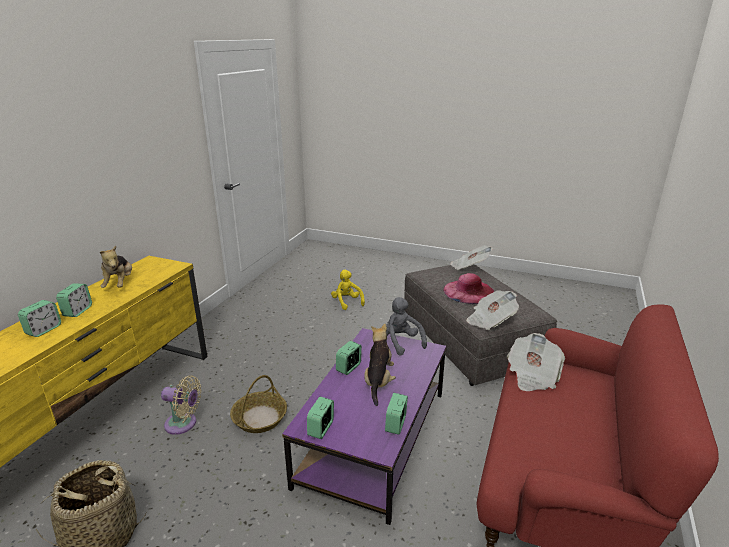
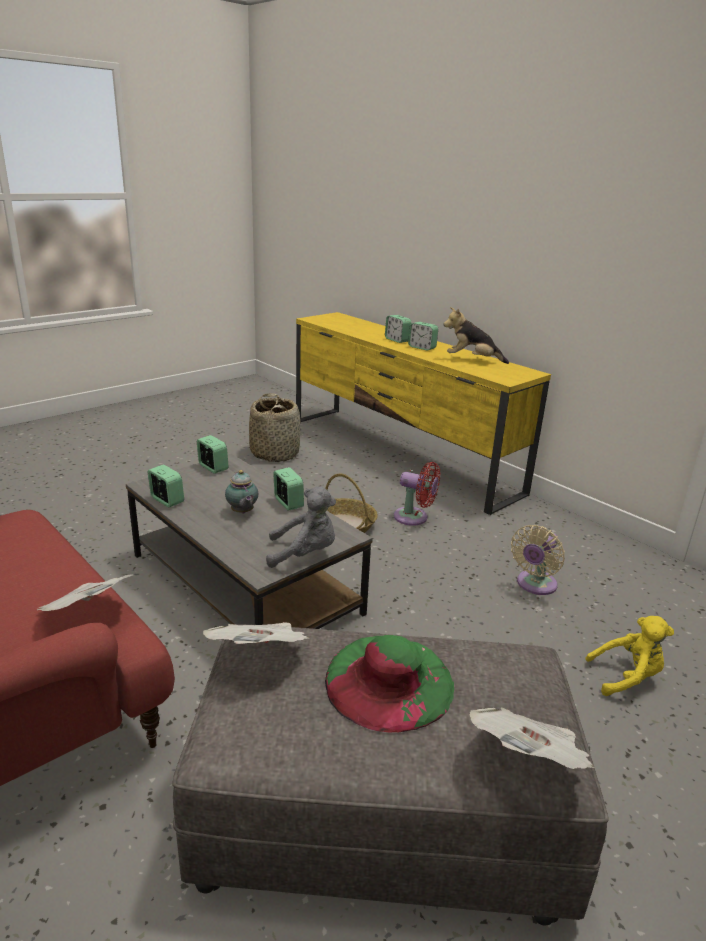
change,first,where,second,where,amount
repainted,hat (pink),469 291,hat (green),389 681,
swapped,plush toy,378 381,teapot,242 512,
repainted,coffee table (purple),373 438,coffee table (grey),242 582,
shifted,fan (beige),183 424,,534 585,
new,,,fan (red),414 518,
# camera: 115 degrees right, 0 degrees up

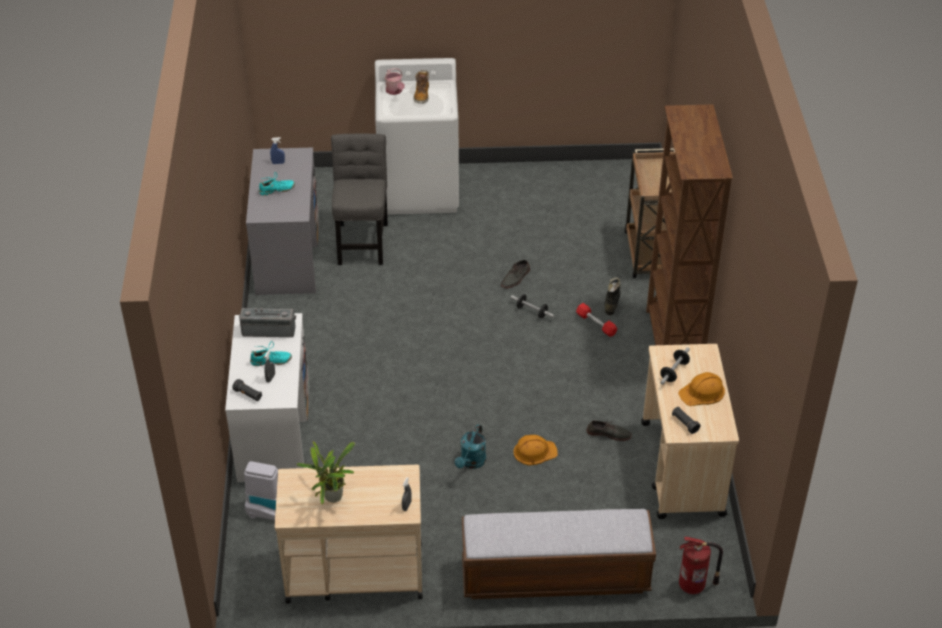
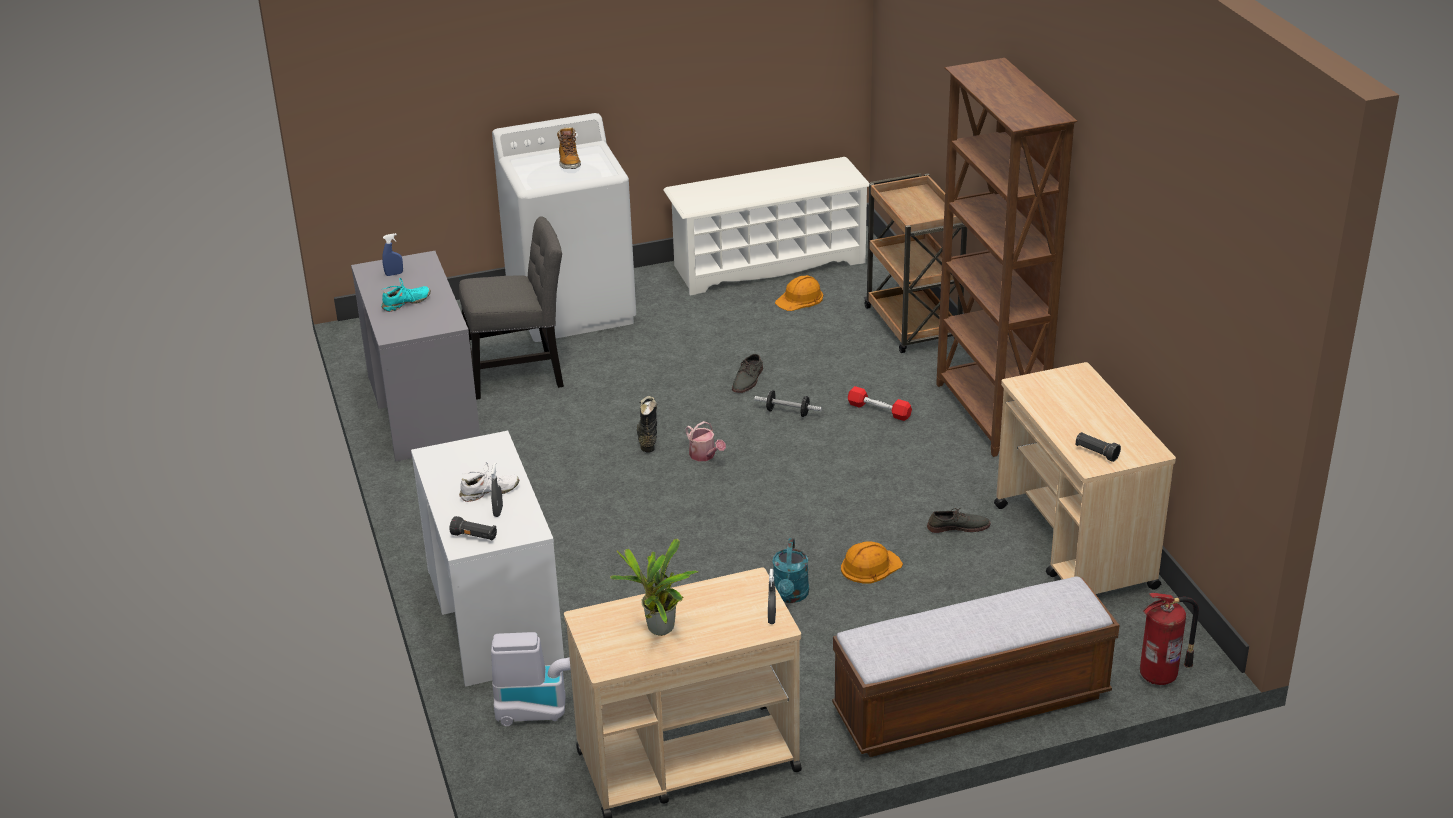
change,first,where,second,where,amount
shifted,watering can,395 91,,704 456,
rotated,chair (grey),362 241,,519 375,90 degrees clockwise
shifted,boot (black),611 303,,647 438,
gone,radio,269 329,,,
repainted,shoe (turquoise),271 361,shoe (white),489 492,
gone,dumbbell,674 371,,,
shifted,hard hat (orange),702 392,,800 299,
new,,,shoe rack (white),768 264,
# camera: 15 degrees left, 10 degrees down

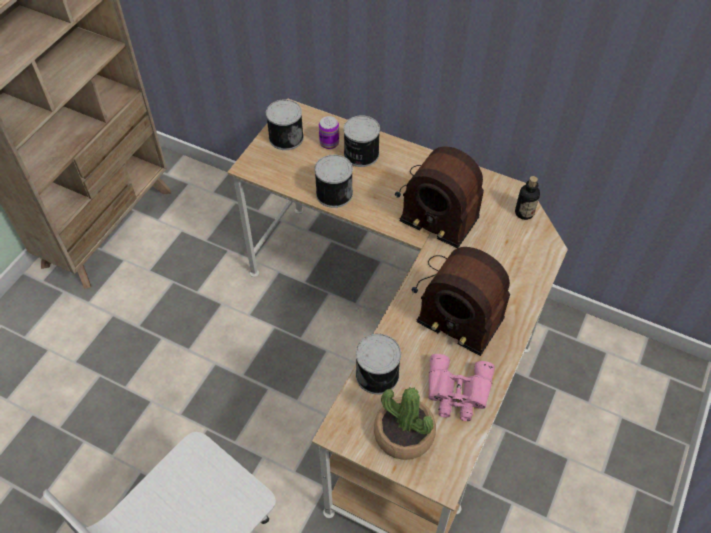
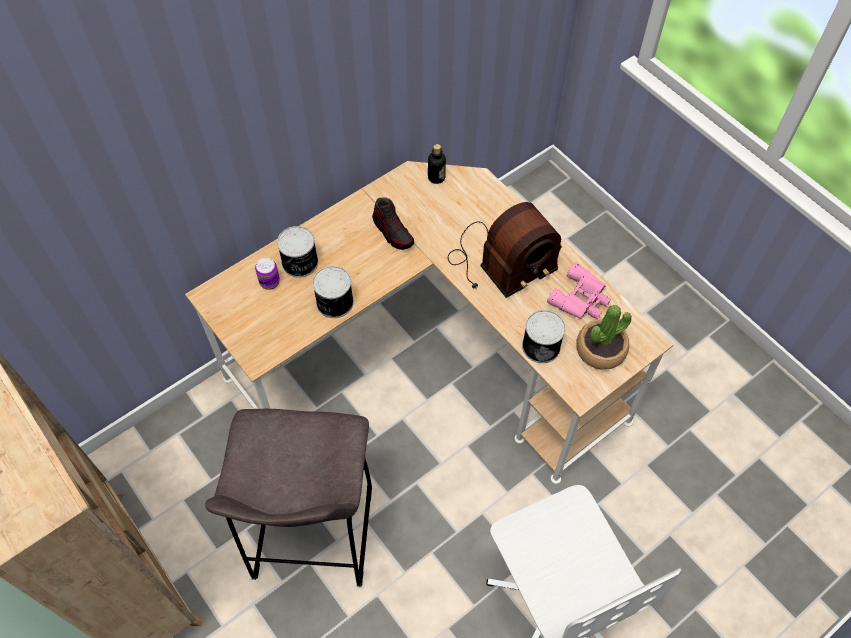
change,first,where,second,where,amount
gone,can,285 137,,,
swapped,radio,436 204,shoe,393 232,
new,,,stool (grey),312 537,
# camera: 65 degrees left, 5 degrees up

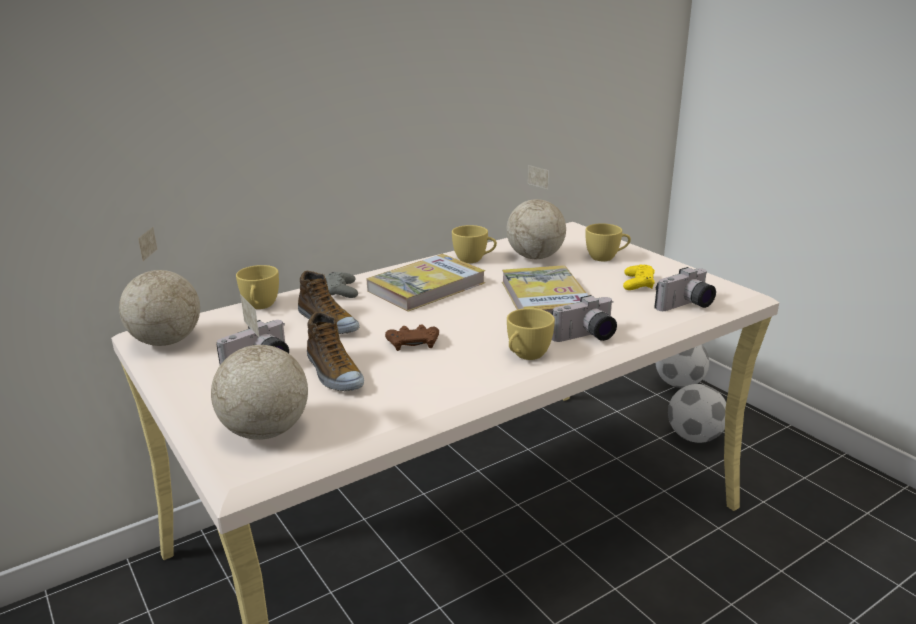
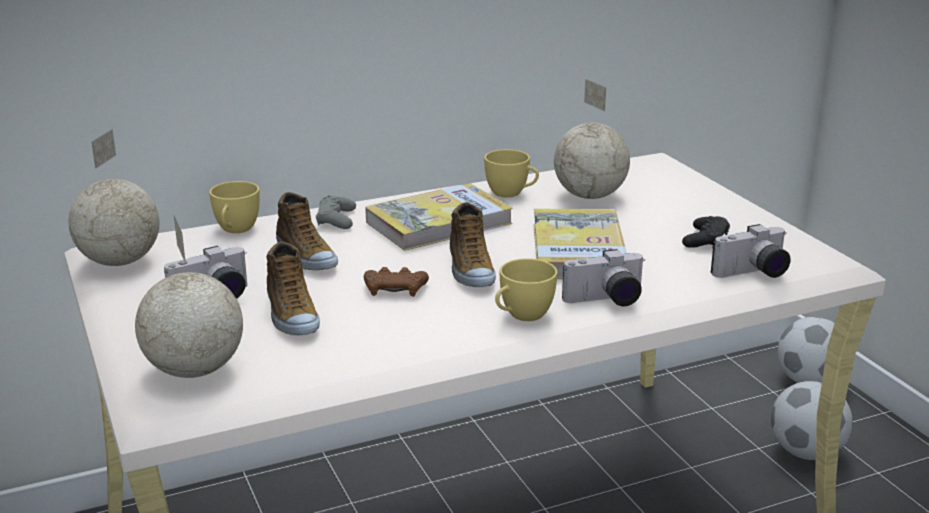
change,first,where,second,where,amount
gone,cup (yellow),606 258,,,
repainted,game controller (yellow),638 283,game controller (black),706 240,
new,,,shoe,470 269,
# camera: 10 degrees right, 0 degrees up

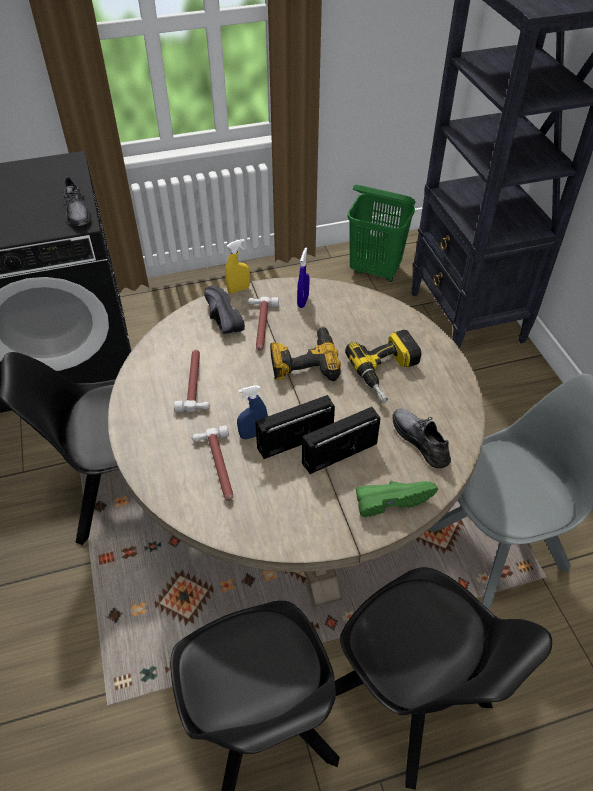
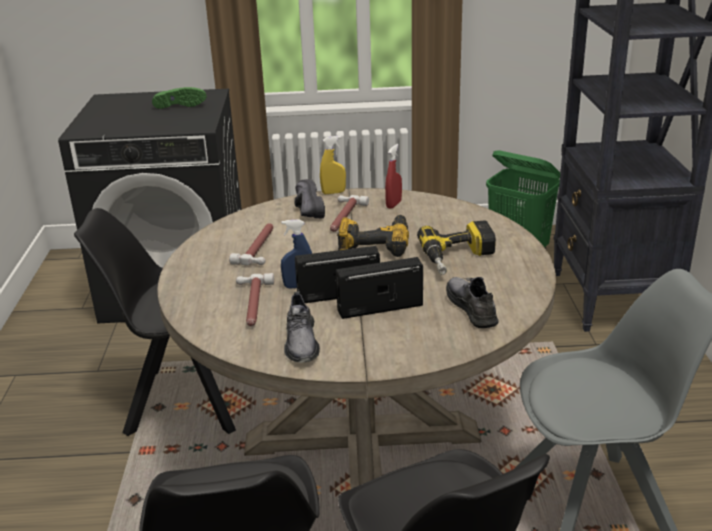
change,first,where,second,where,amount
shifted,shoe (grey),77 212,,301 342,
repainted,spray bottle (blue),303 301,spray bottle (red),393 204,
shifted,shoe (green),392 500,,180 105,
# camera: 15 degrees right, 20 degrees down

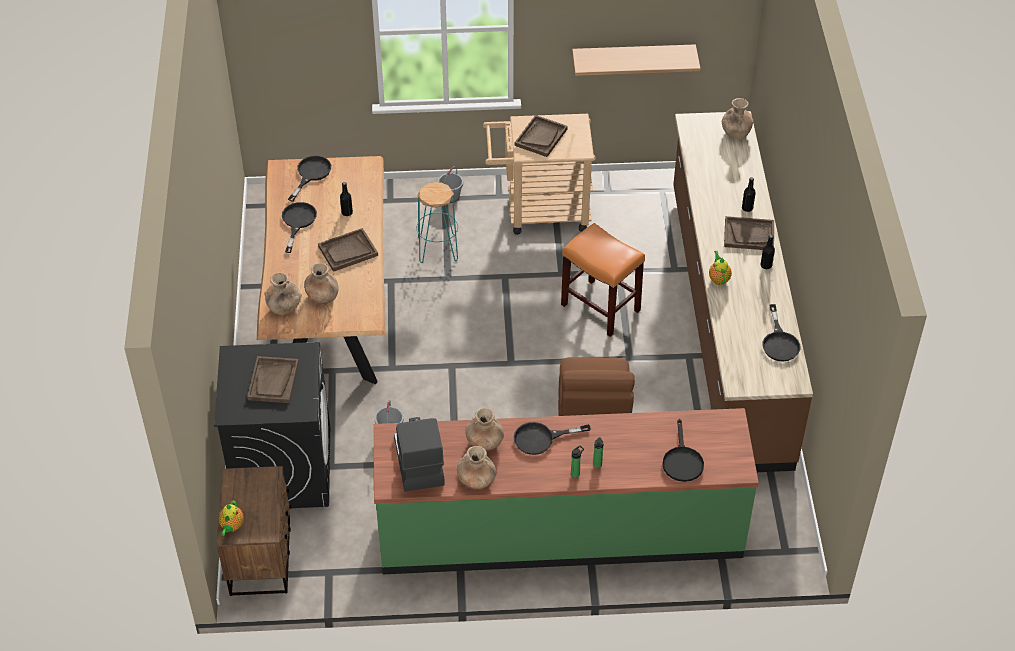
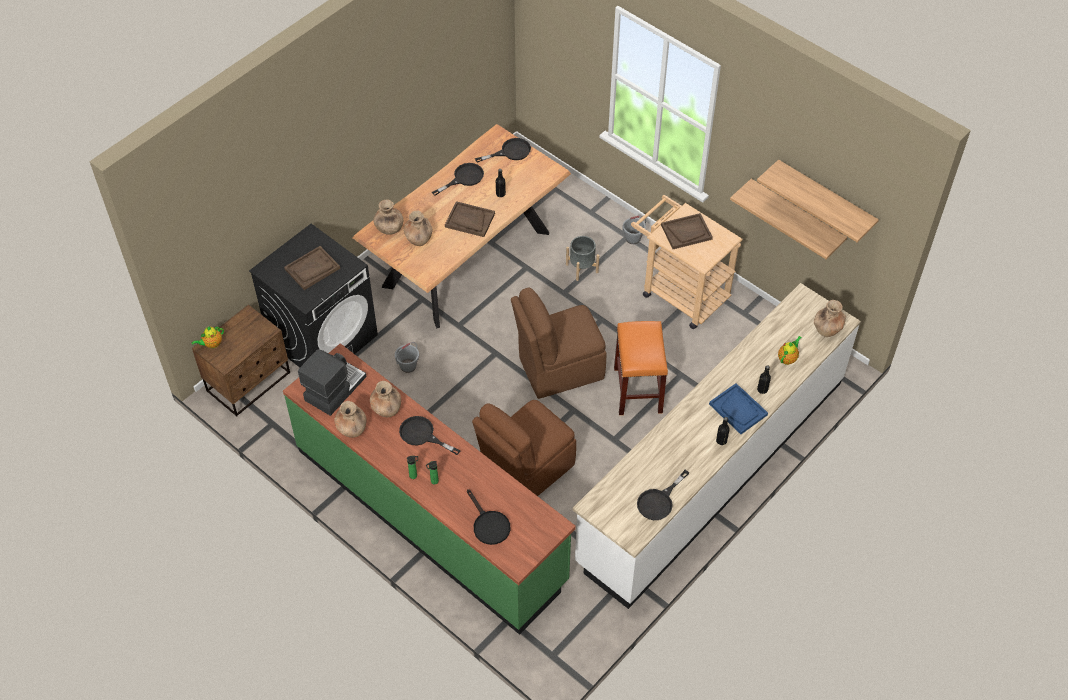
change,first,where,second,where,amount
repainted,counter (brown),727 323,counter (white),712 470,
swapped,stool (turquoise),438 248,planter (grey),582 268,
repainted,tray (brown),749 235,tray (blue),738 409,
shifted,teapot,718 278,,788 358,
rotated,frying pan (black),682 461,,488 525,75 degrees counterclockwise
new,,,shelf,825 199,
new,,,chair (brown),559 368,
# camera: 45 degrees right, 5 degrees up

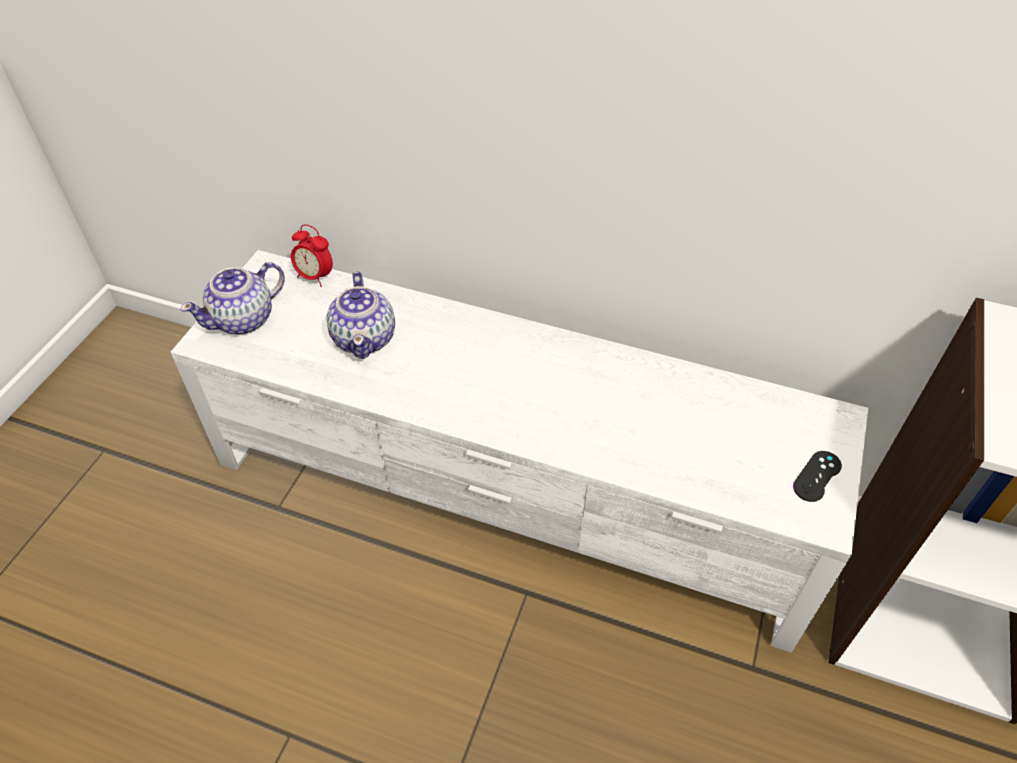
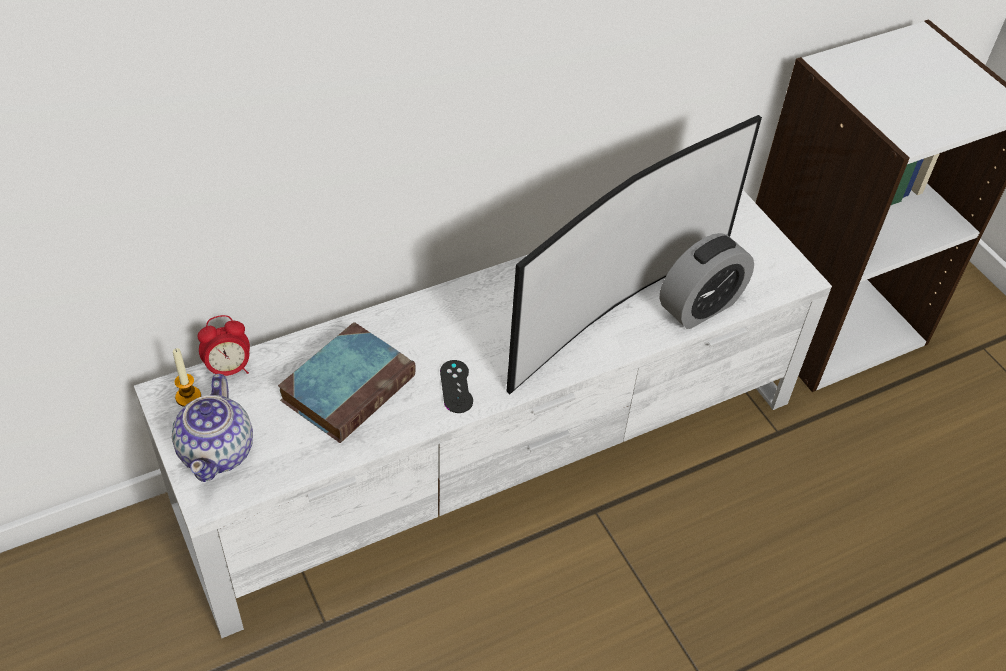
change,first,where,second,where,amount
swapped,teapot,365 338,book,349 386,
shifted,game controller (black),817 476,,456 386,
new,,,television,615 306,
new,,,alarm clock,700 306,
new,,,candle,188 397,
# camera: 50 degrees left, 0 degrees up

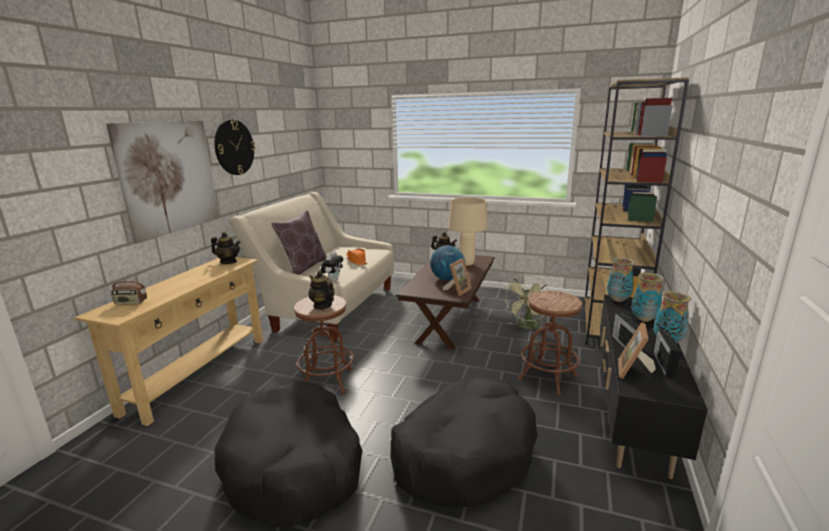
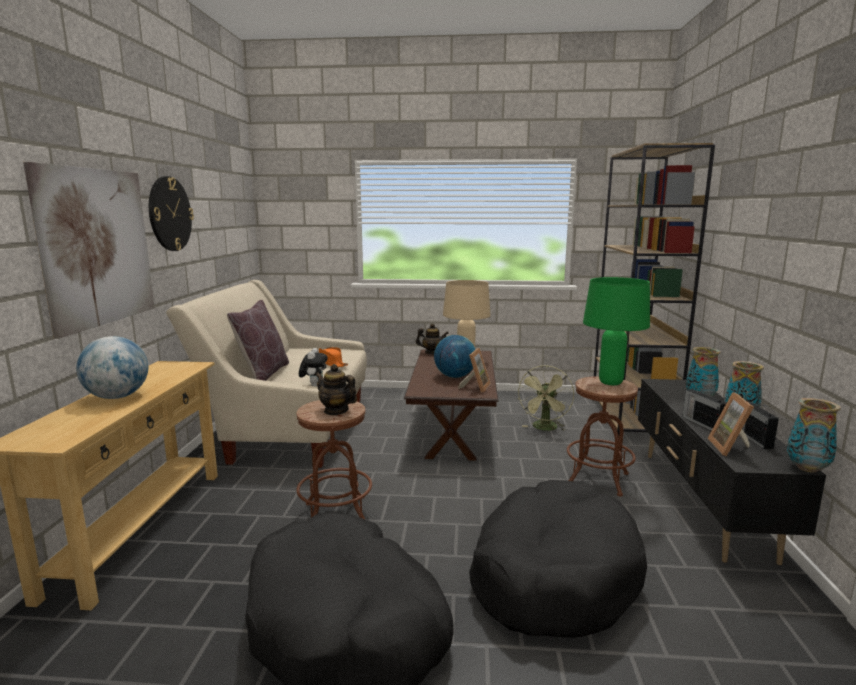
change,first,where,second,where,amount
gone,teapot,228 262,,,
shifted,vase,618 300,,807 469,
gone,radio,131 302,,,
new,,,table lamp (green),611 383,
new,,,globe,117 397,
# camera: 15 degrees left, 5 degrees down

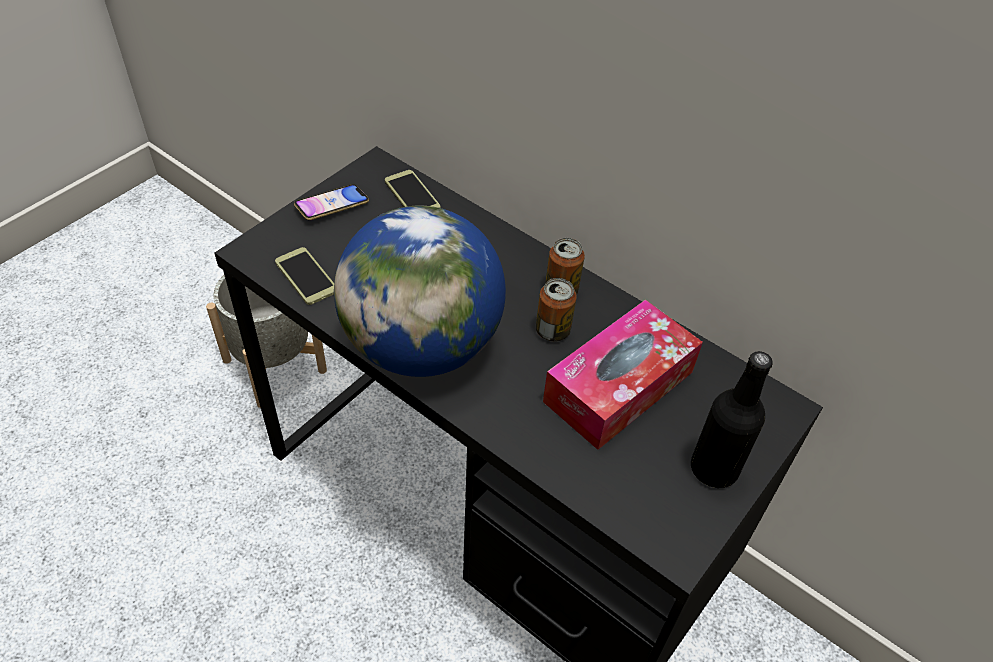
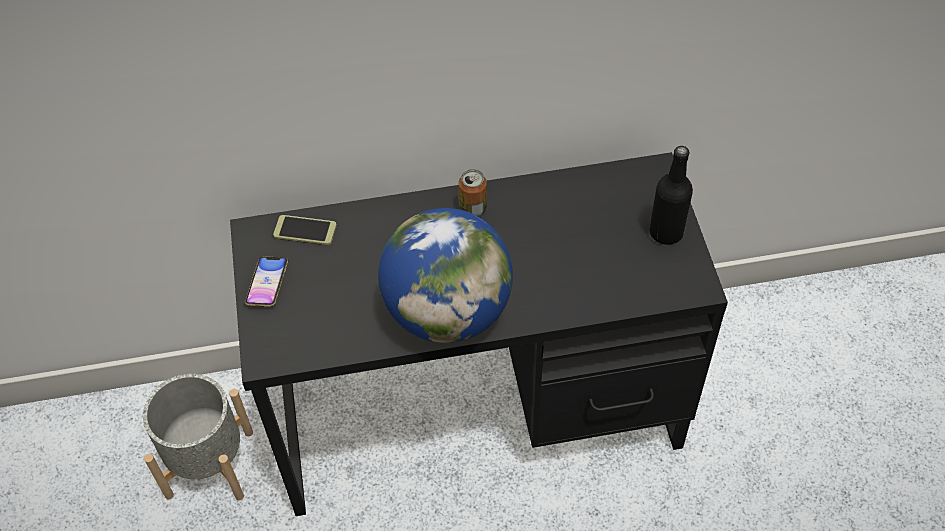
change,first,where,second,where,amount
gone,phone,306 276,,,
gone,can,552 330,,,
gone,tissue box,618 386,,,
# camera: 45 degrees left, 5 degrees up

